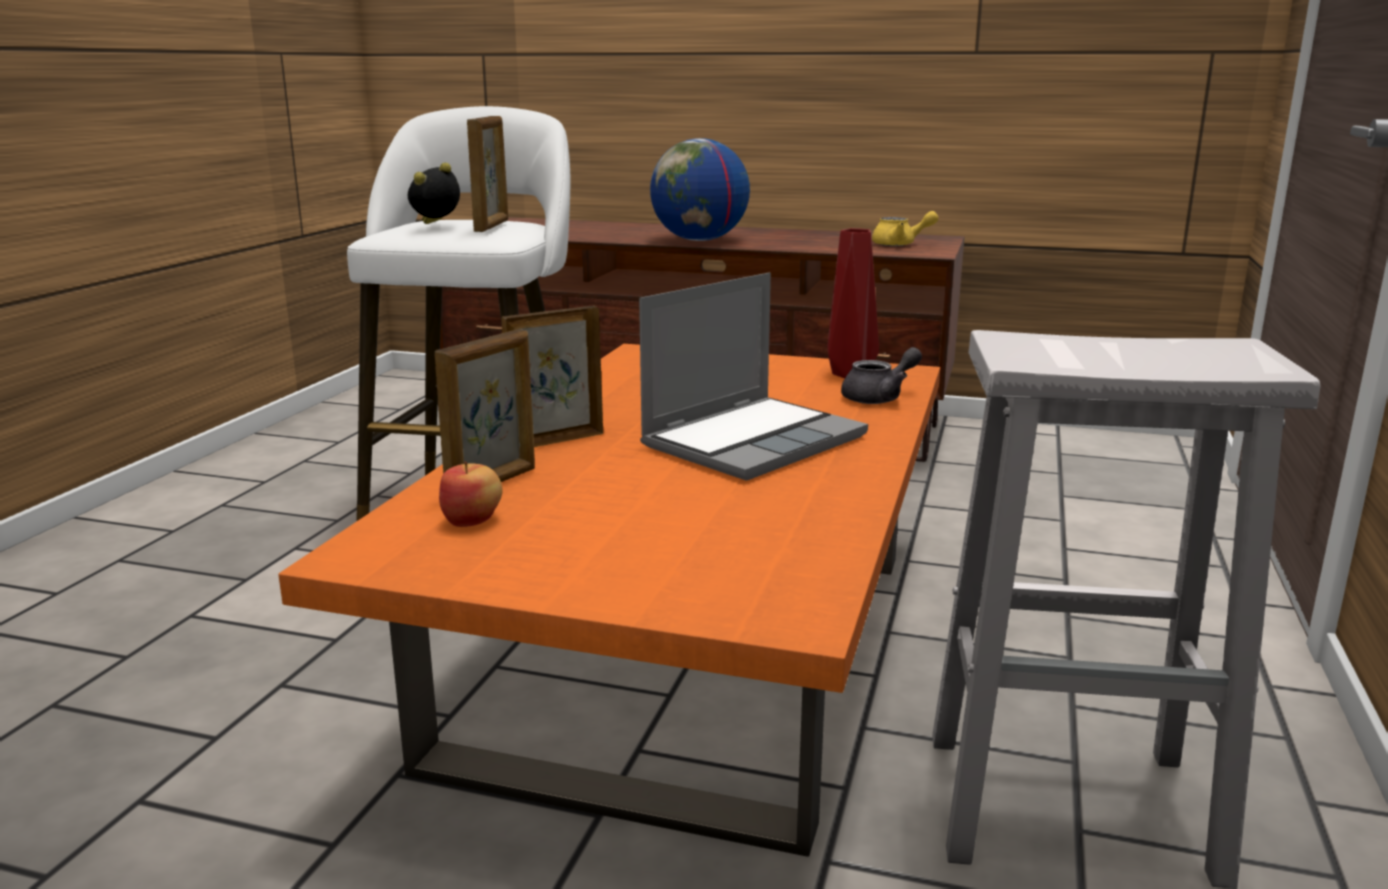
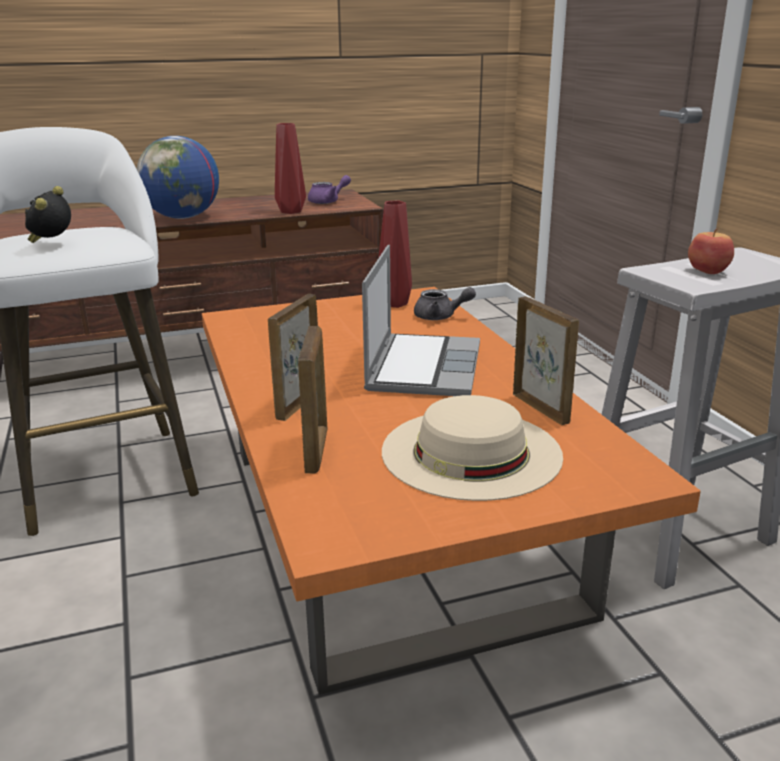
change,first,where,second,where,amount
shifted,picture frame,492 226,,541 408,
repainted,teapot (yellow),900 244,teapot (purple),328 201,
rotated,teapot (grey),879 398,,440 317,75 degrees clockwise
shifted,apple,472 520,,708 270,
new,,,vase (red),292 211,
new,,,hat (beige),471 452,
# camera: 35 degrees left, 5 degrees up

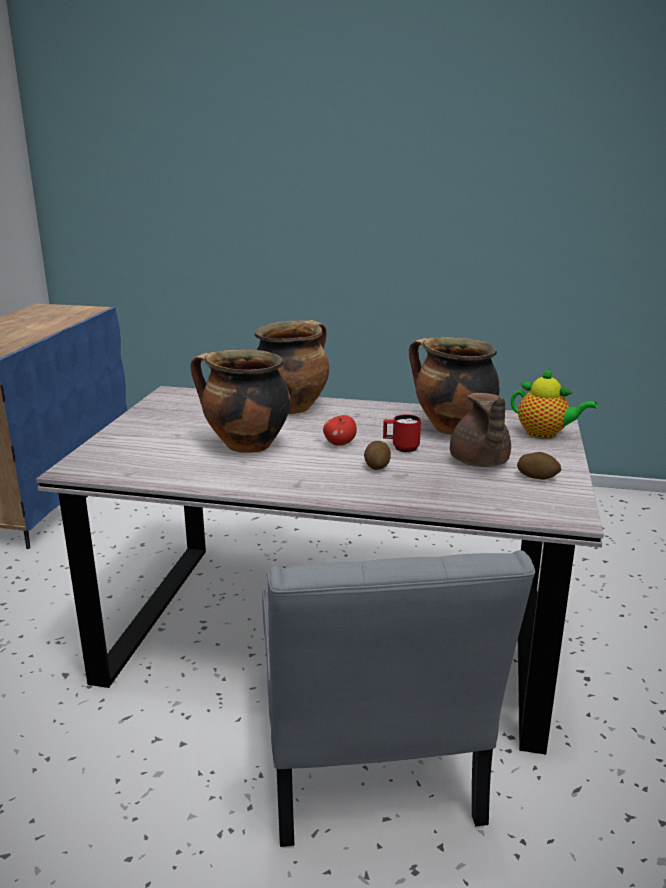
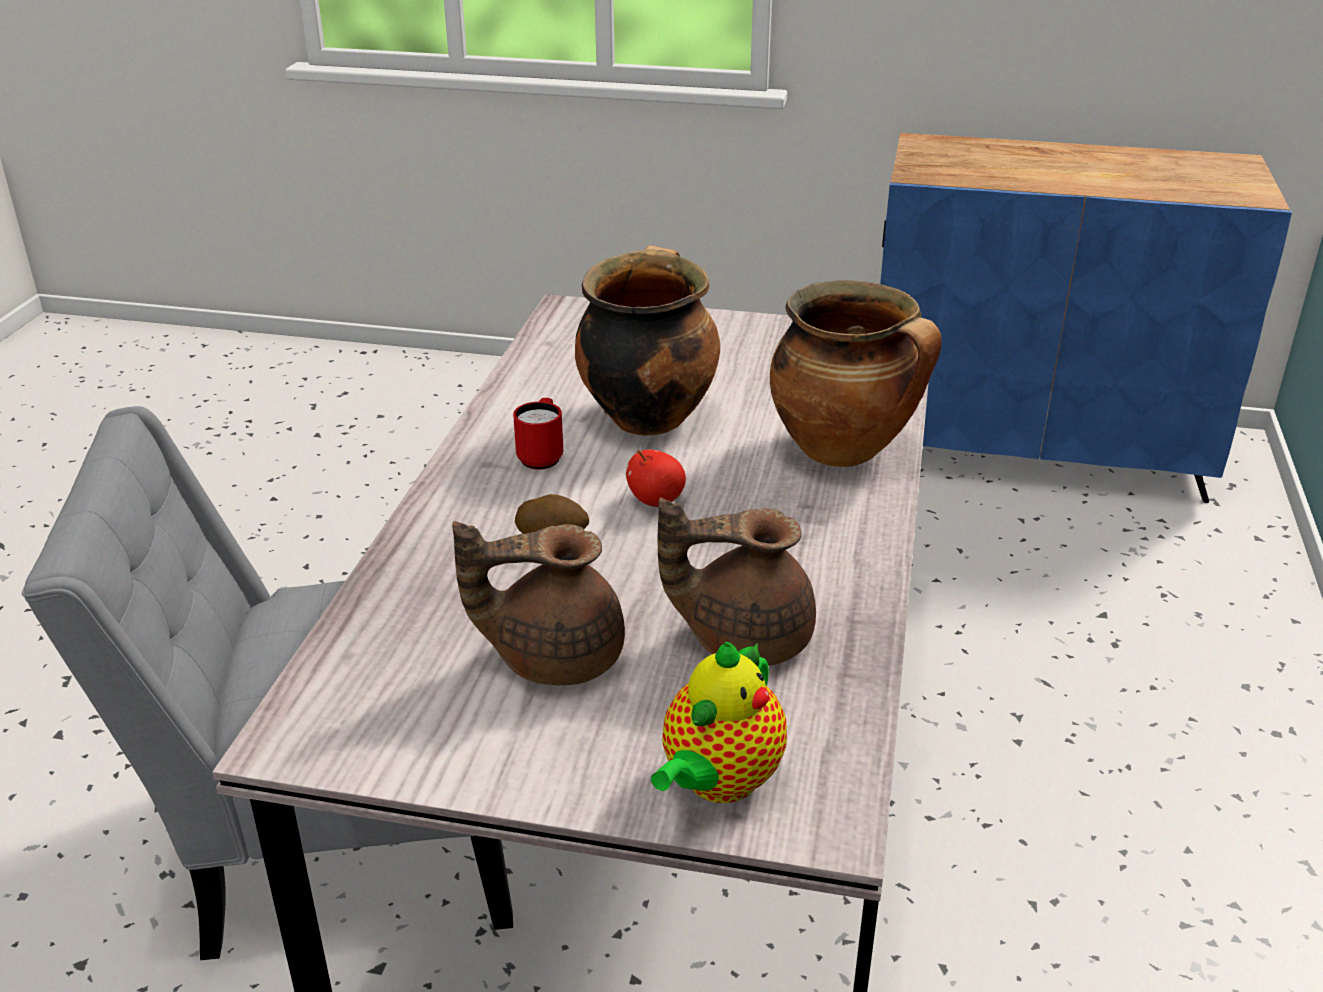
change,first,where,second,where,amount
swapped,cooking pot,451 429,teapot (brown),743 637,
shifted,mug (red),401 448,,542 456,
gone,potato,537 477,,,
# camera: 90 degrees right, 10 degrees up

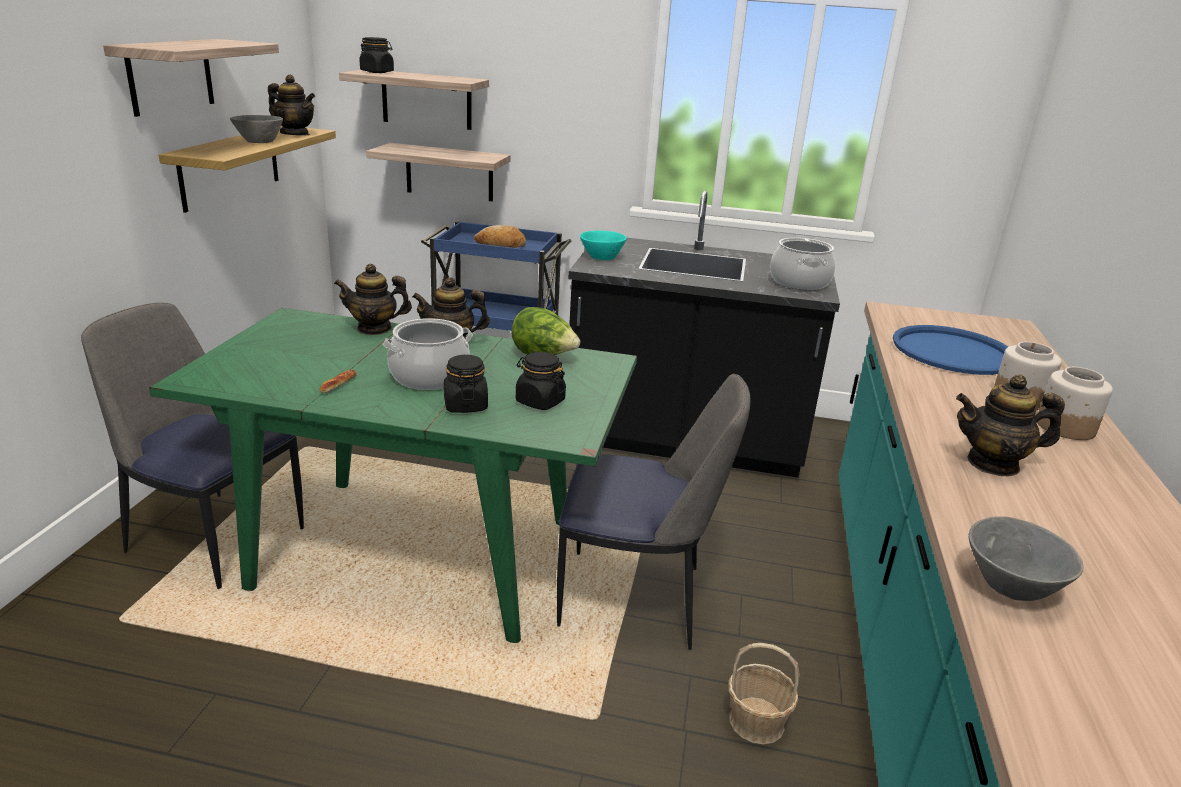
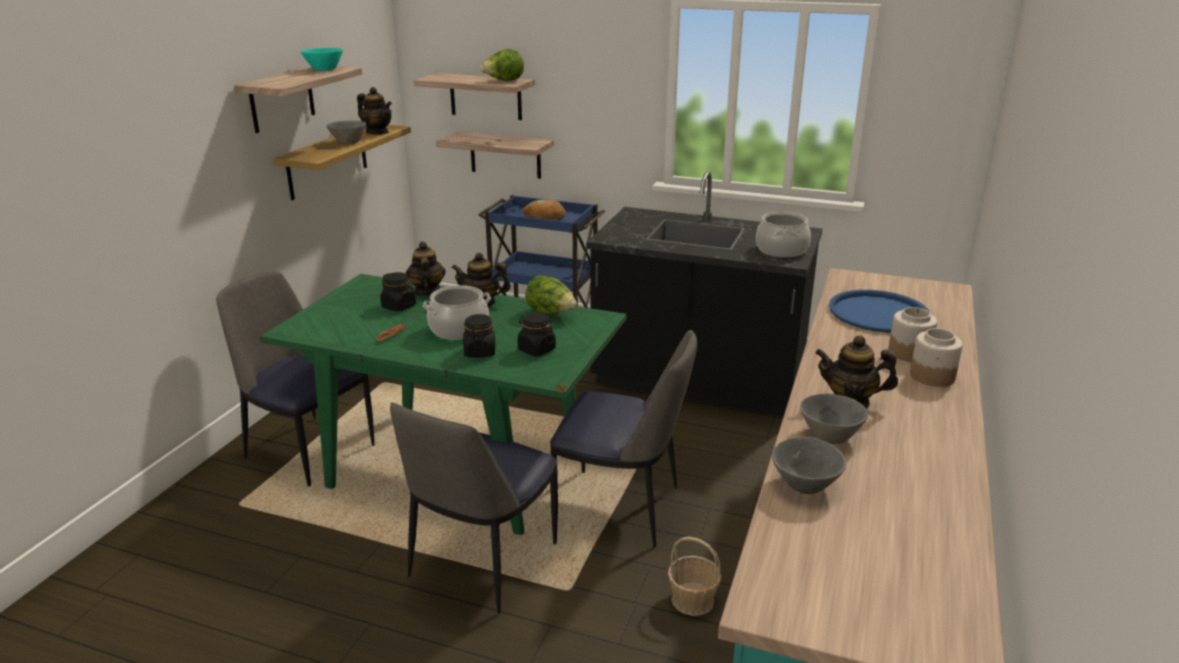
change,first,where,second,where,amount
shifted,jar (black),377 72,,399 306,
shifted,bowl (turquoise),602 257,,325 69,
rotated,teapot,374 329,,426 291,75 degrees clockwise
new,,,lettuce,503 81,
new,,,bowl (grey),831 435,
new,,,chair,481 564,
# camera: 10 degrees right, 0 degrees up

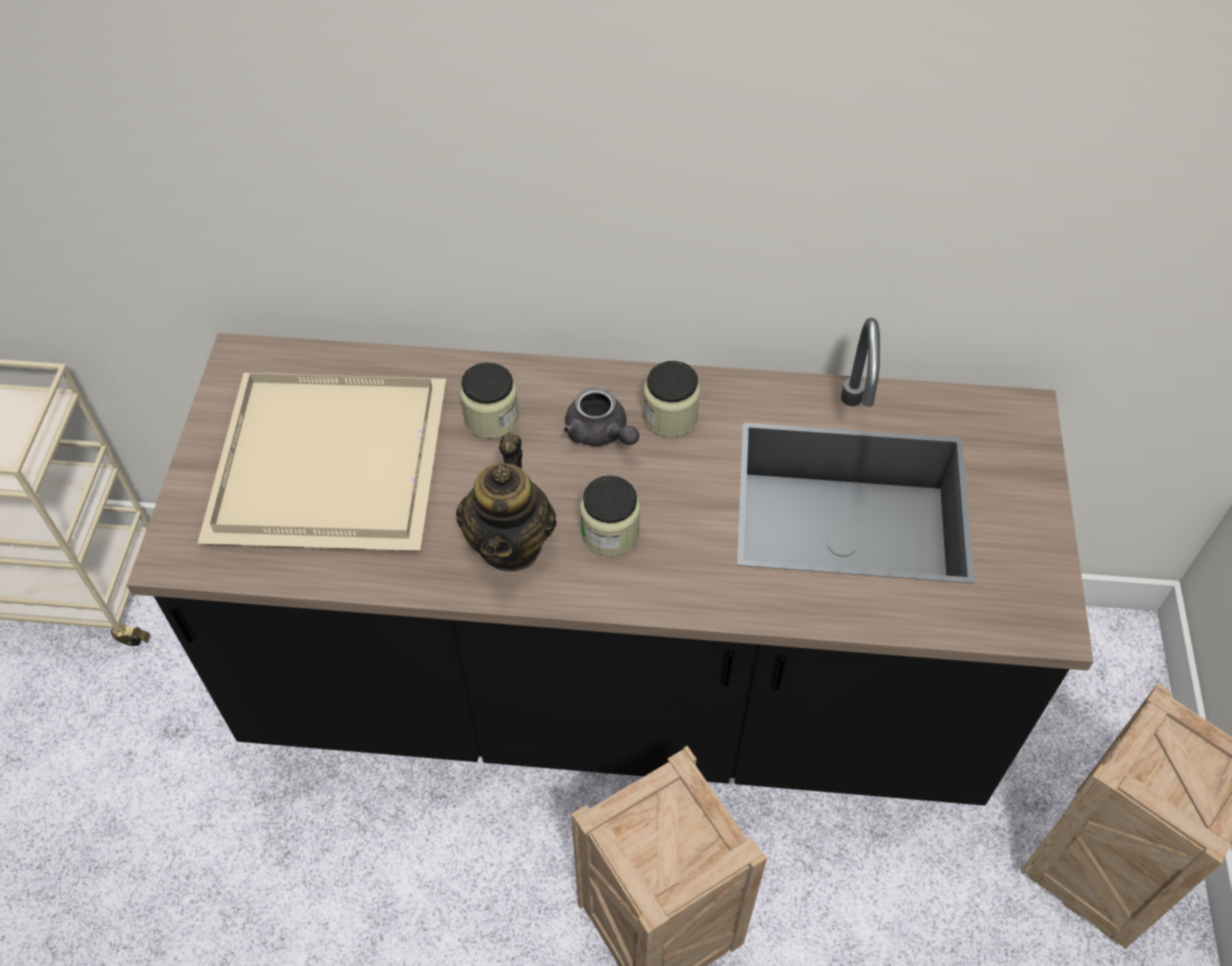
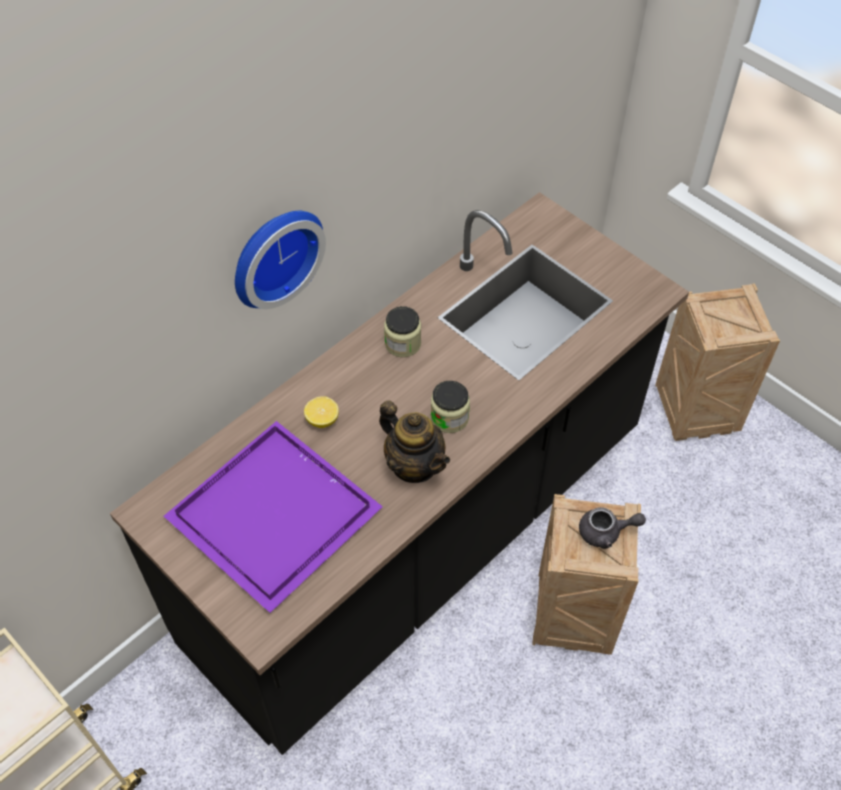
change,first,where,second,where,amount
swapped,jar,491 418,lemon,322 419,
repainted,tray (beige),332 467,tray (purple),278 515,
shifted,teapot (grey),600 433,,606 532,
new,,,wall clock,273 254,
# camera: 50 degrees left, 0 degrees up

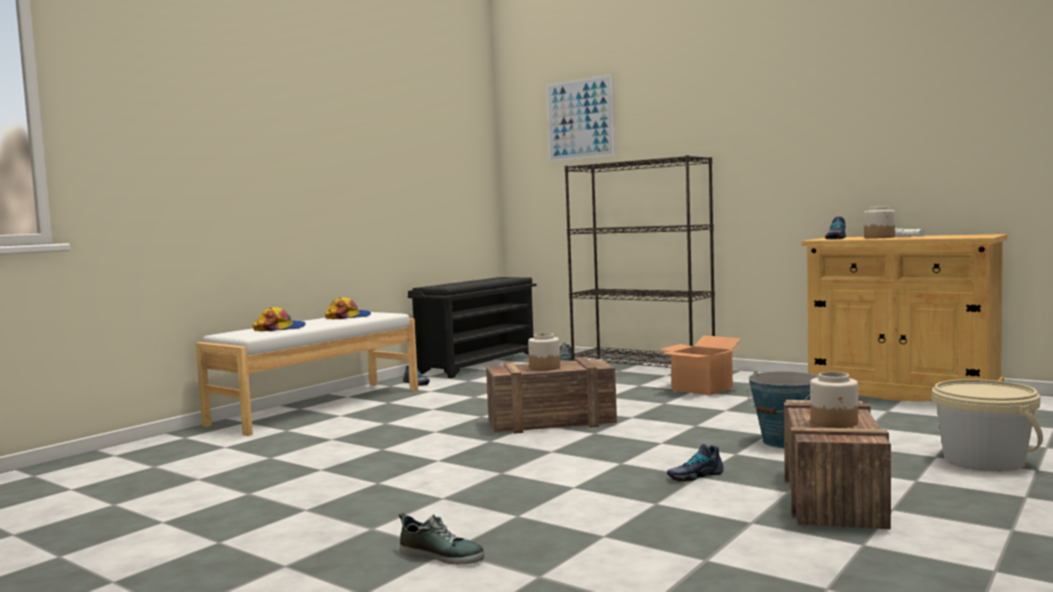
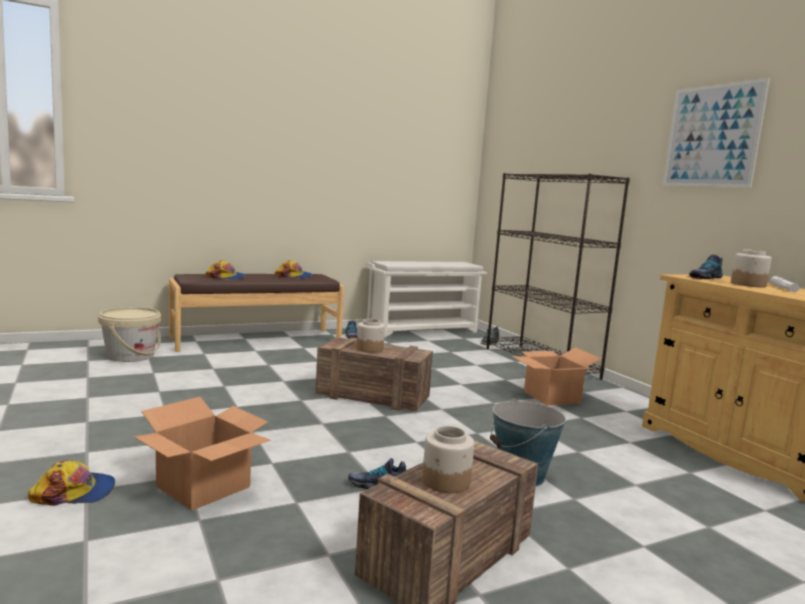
change,first,where,second,where,amount
shifted,picture,580 119,,712 136,
repainted,shoe rack (black),478 364,shoe rack (white),423 330,
repainted,bench (white),317 407,bench (brown),256 340,
shifted,bucket (beige),983 460,,130 356,
swapped,shoe,442 555,cap,75 492,
new,,,cardboard box,204 486,
# camera: 25 degrees right, 5 degrees up

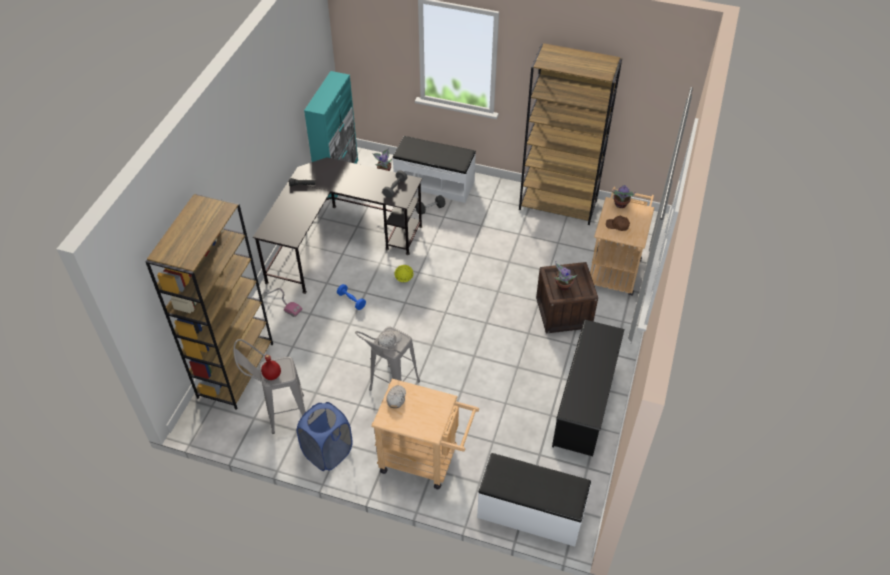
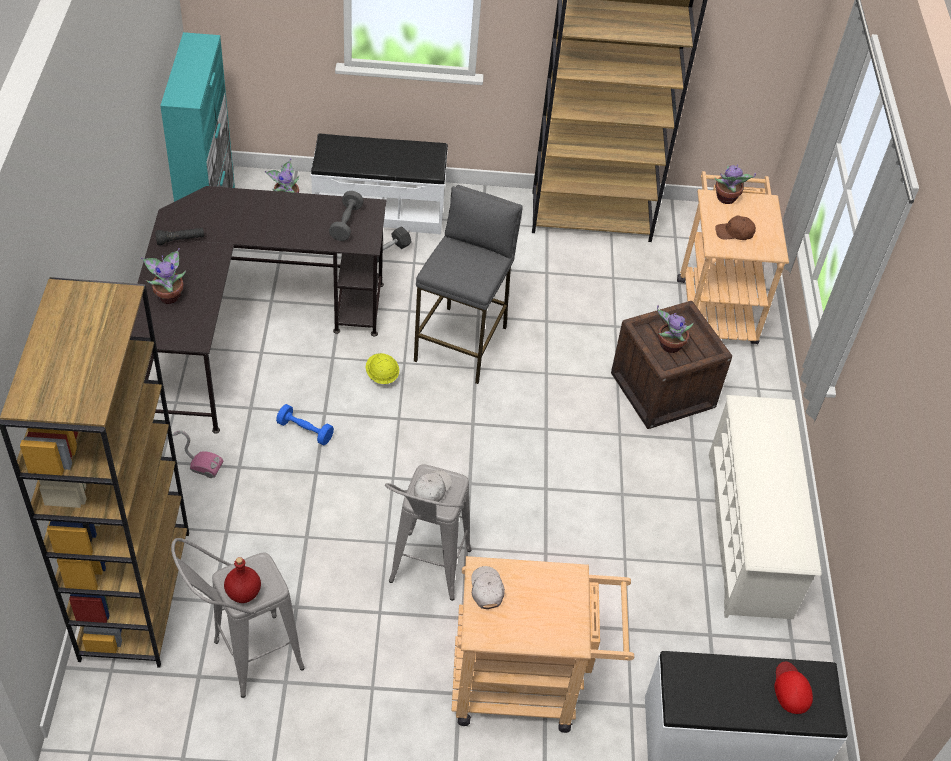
change,first,where,second,where,amount
repainted,shoe rack (black),584 404,shoe rack (white),749 534,
gone,laundry basket (blue),328 452,,,
new,,,stool (grey),462 344,
new,,,potted plant,169 295,
new,,,cap (red),791 689,
# camera: 20 degrees left, 0 degrees up

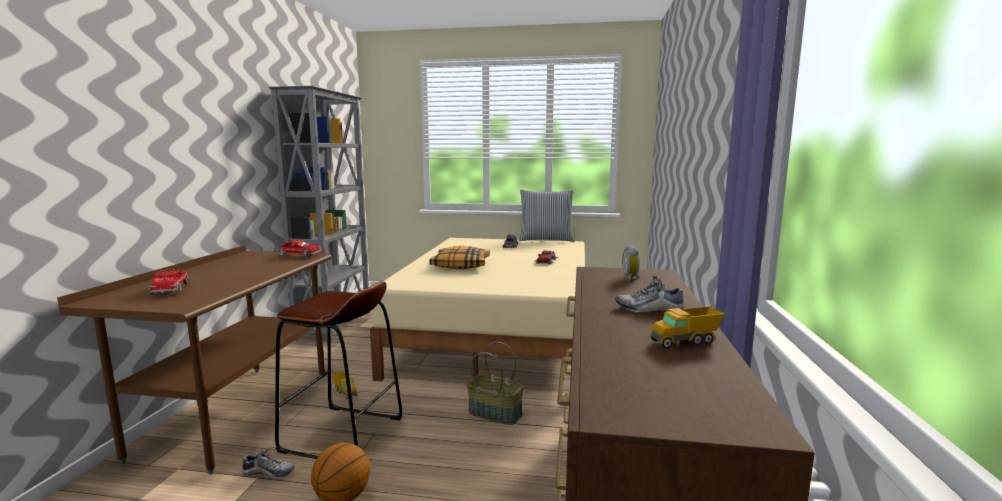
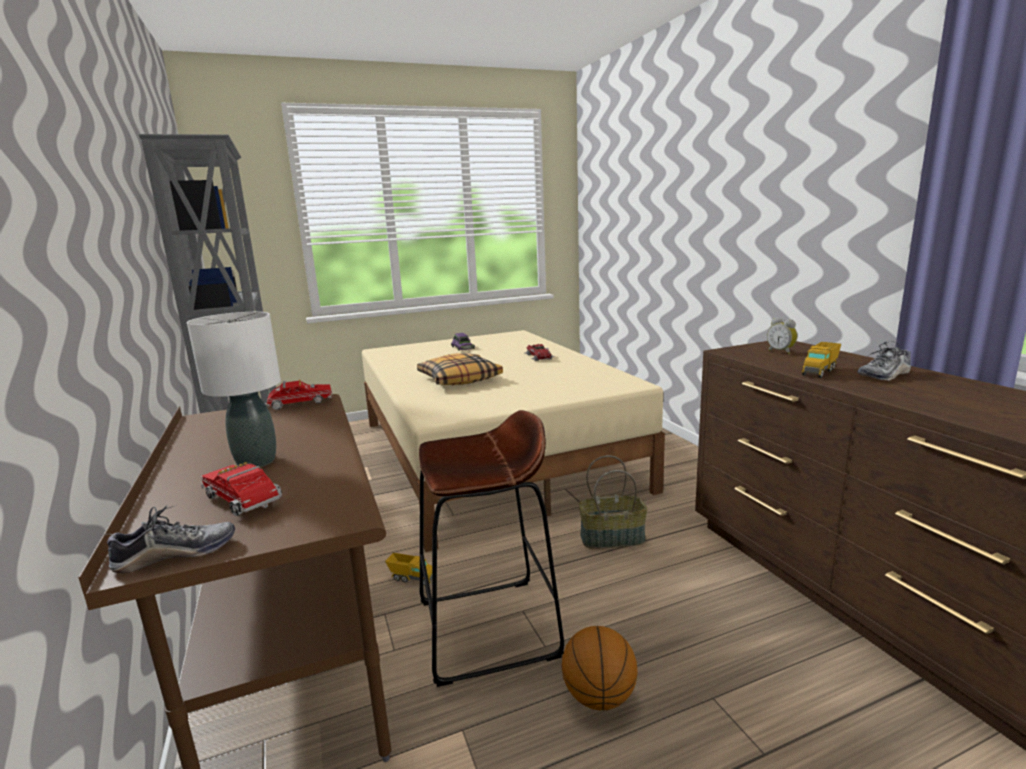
change,first,where,second,where,amount
gone,pillow,546 240,,,
shifted,toy truck,685 342,,819 371,
shifted,shoe,268 472,,176 554,
new,,,table lamp (white),256 462,
# camera: 30 degrees left, 5 degrees up

